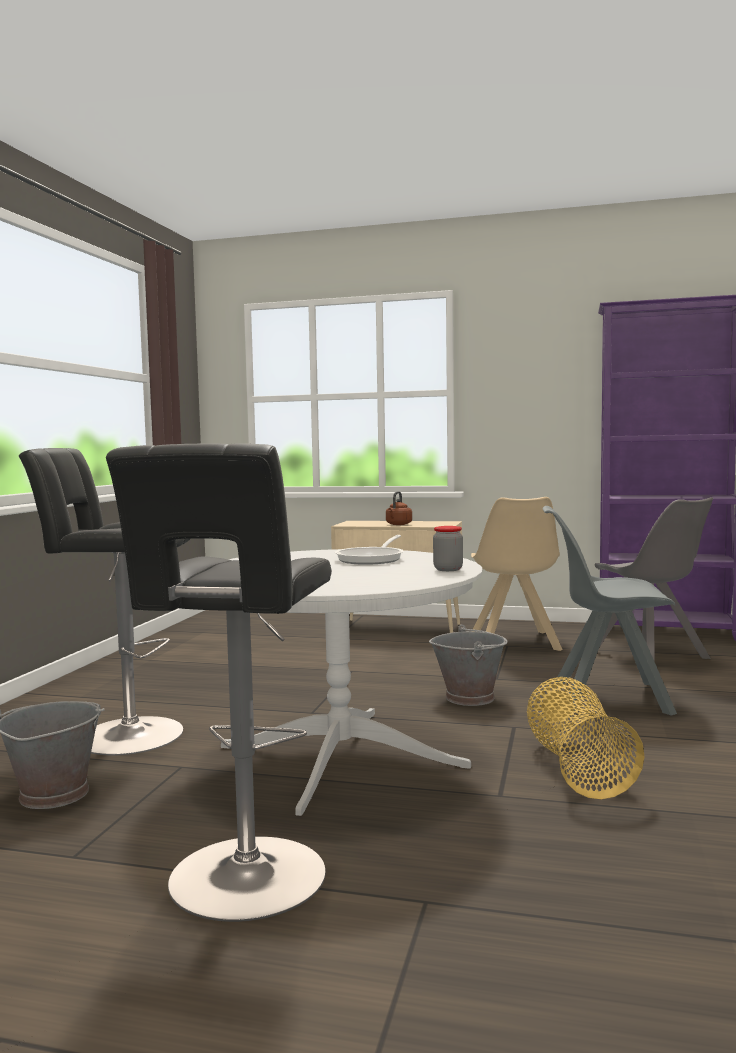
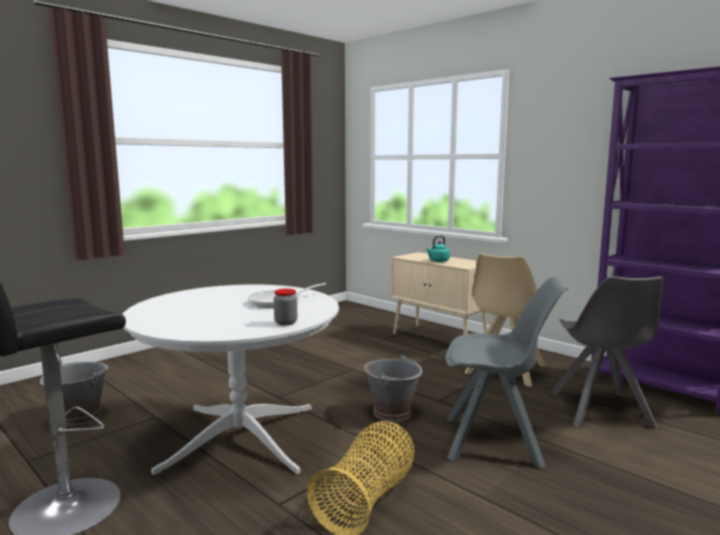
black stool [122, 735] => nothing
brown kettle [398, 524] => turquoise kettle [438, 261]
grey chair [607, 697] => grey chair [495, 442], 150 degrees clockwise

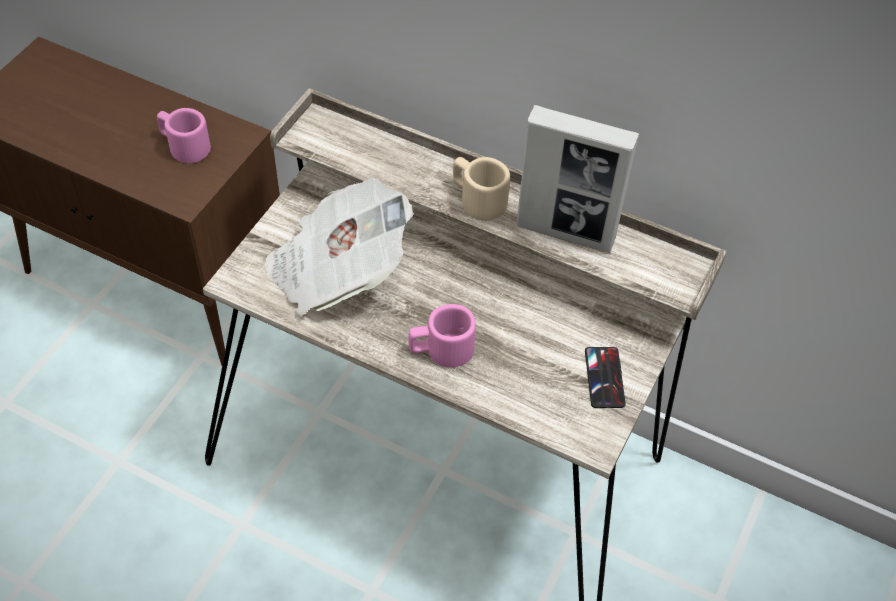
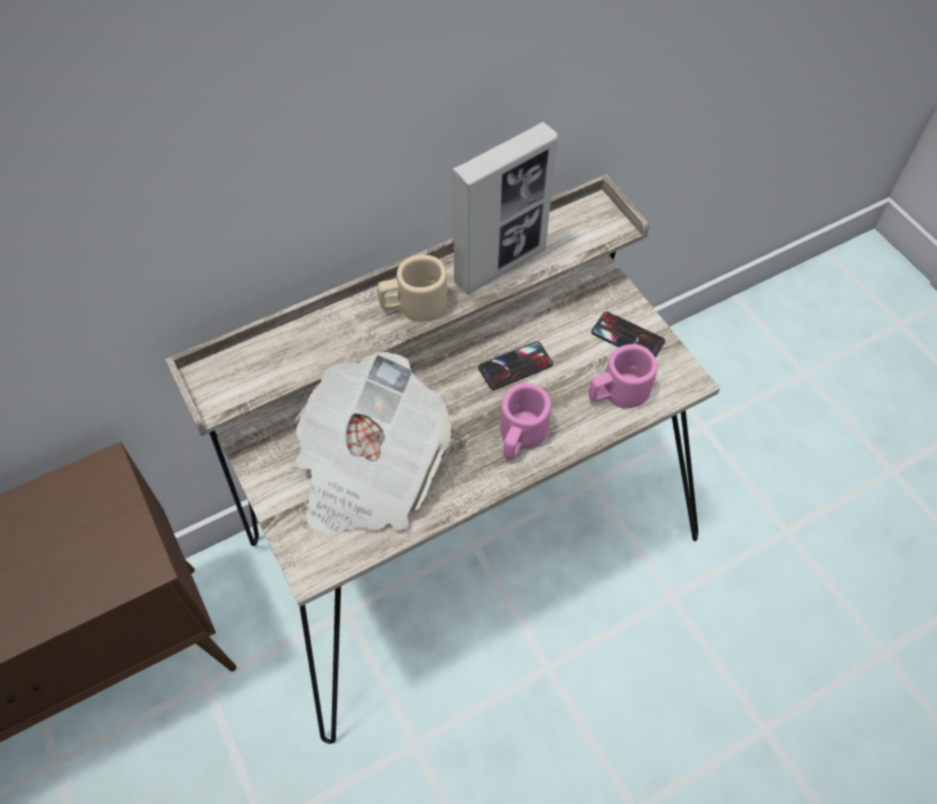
pink mug [184, 146] => pink mug [617, 392], move
nothing => phone [515, 366]

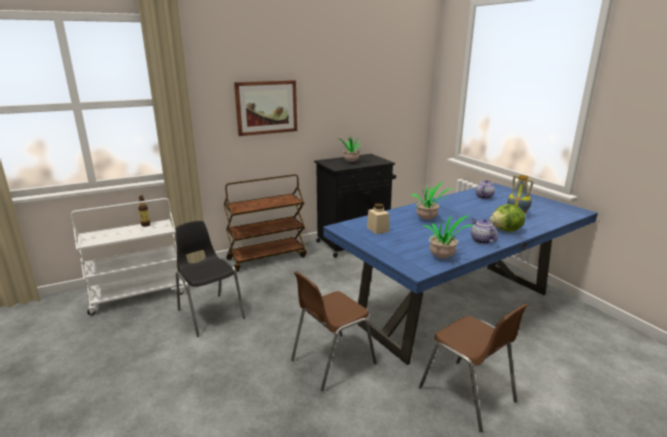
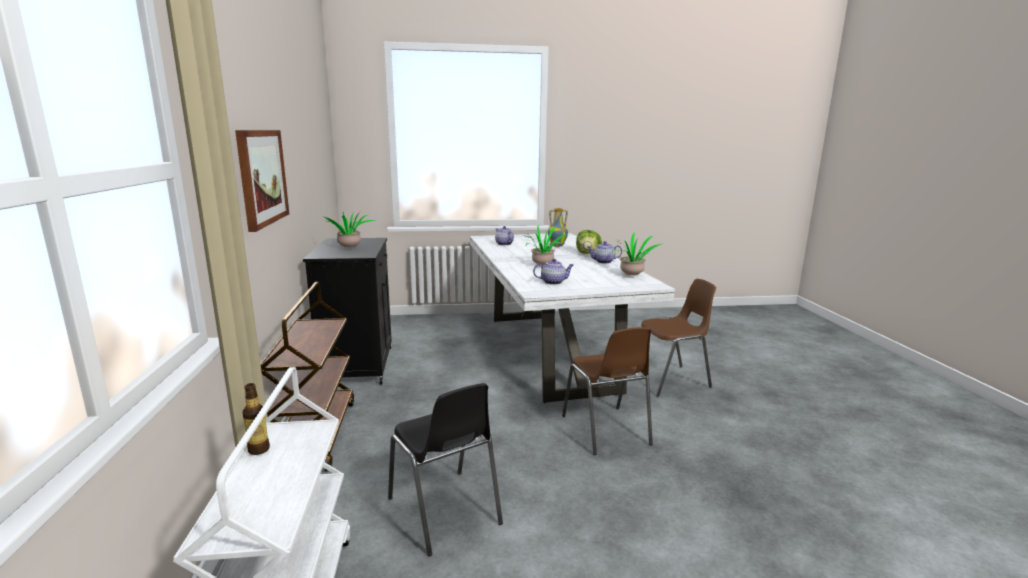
black chair [210, 314] => black chair [445, 511], 105 degrees counterclockwise
blue dining table [455, 309] => white dining table [550, 352]
beige jar [377, 229] => teapot [553, 282]

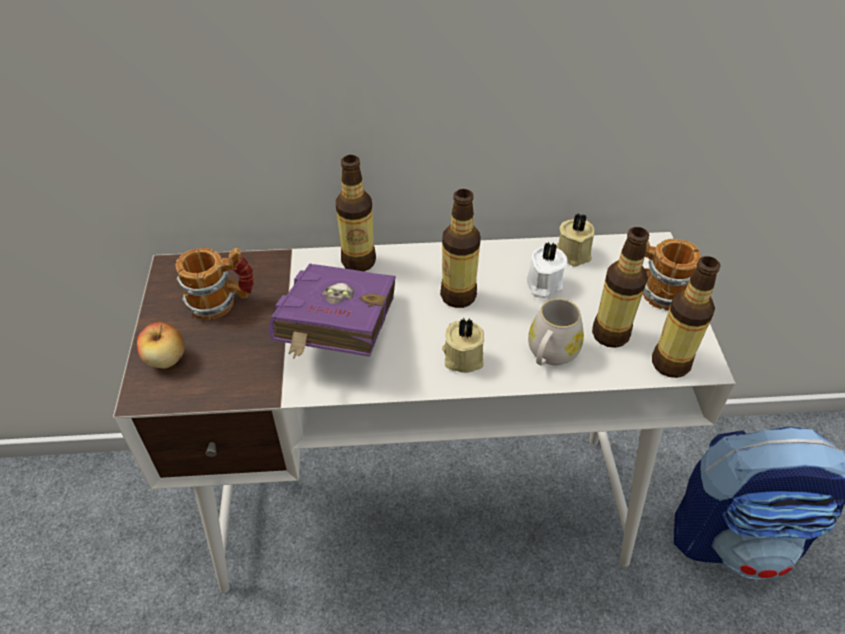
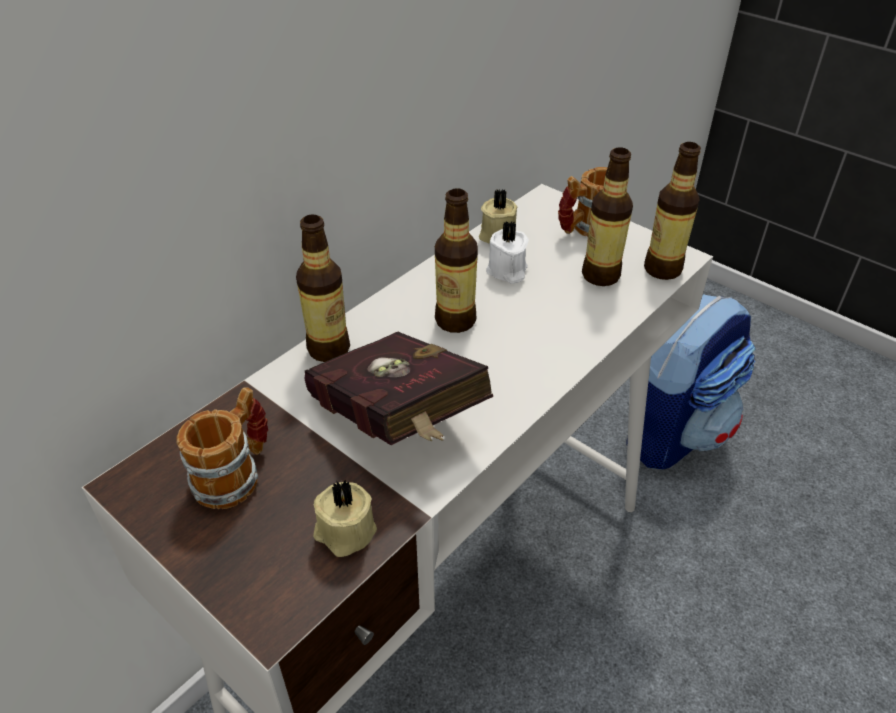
apple [166, 359] => nothing
purple book [336, 337] => red book [399, 423]
beige candle [462, 357] => beige candle [344, 532], move
white mug [550, 354] => nothing

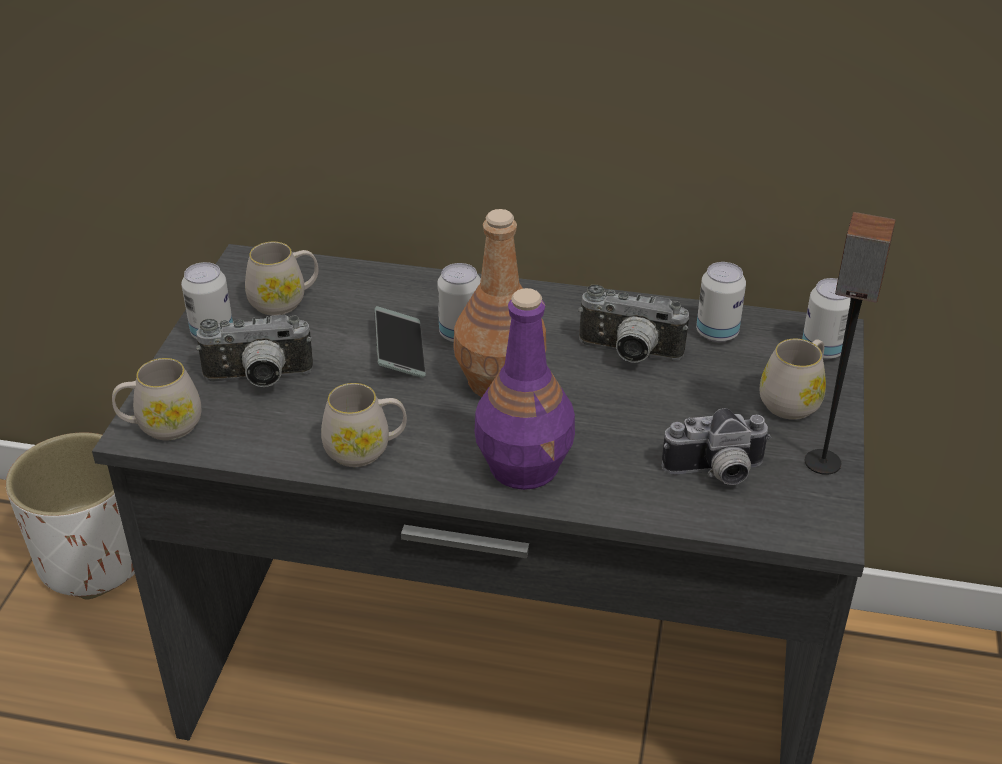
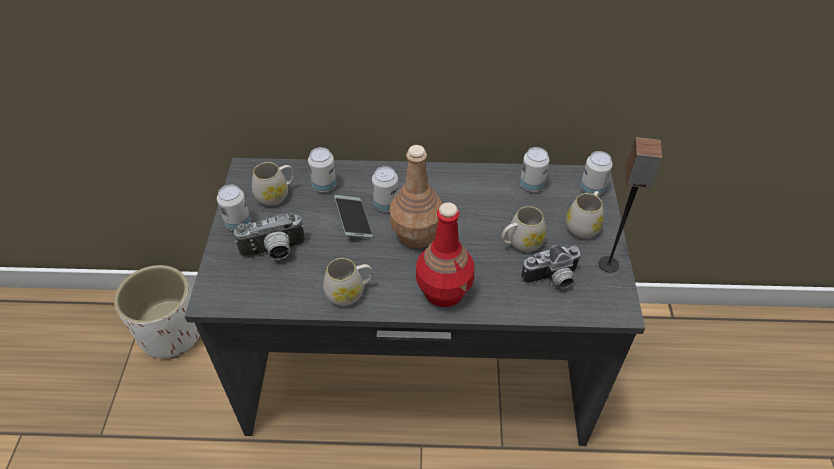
white mug [161, 426] => white mug [520, 243], move
purple bottle [525, 466] => red bottle [444, 290]
photo camera [628, 355] => nothing
nothing => can [324, 185]

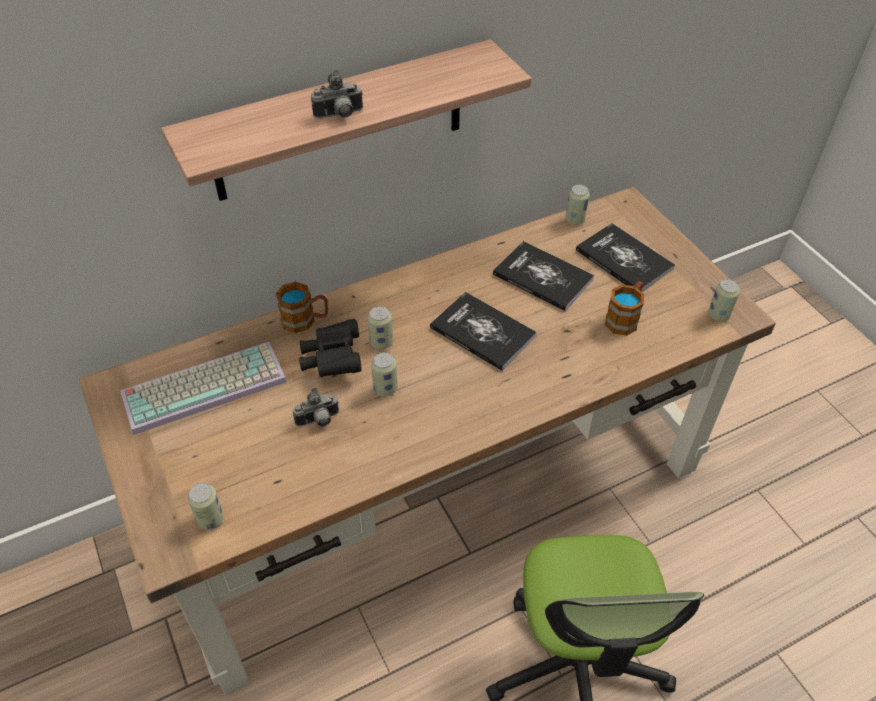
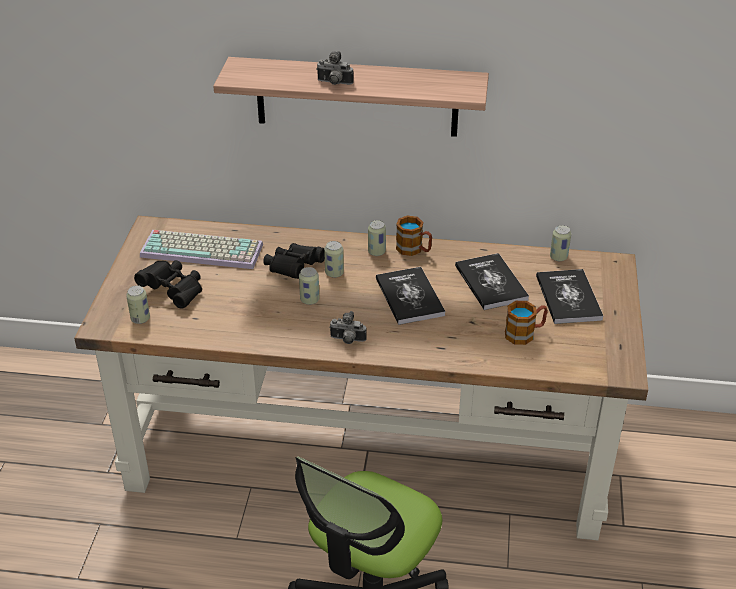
mug [305, 320] => mug [414, 250], move
photo camera [318, 421] => photo camera [347, 340], move
can [718, 315] => can [376, 252], move
nothing => black binoculars [174, 291]

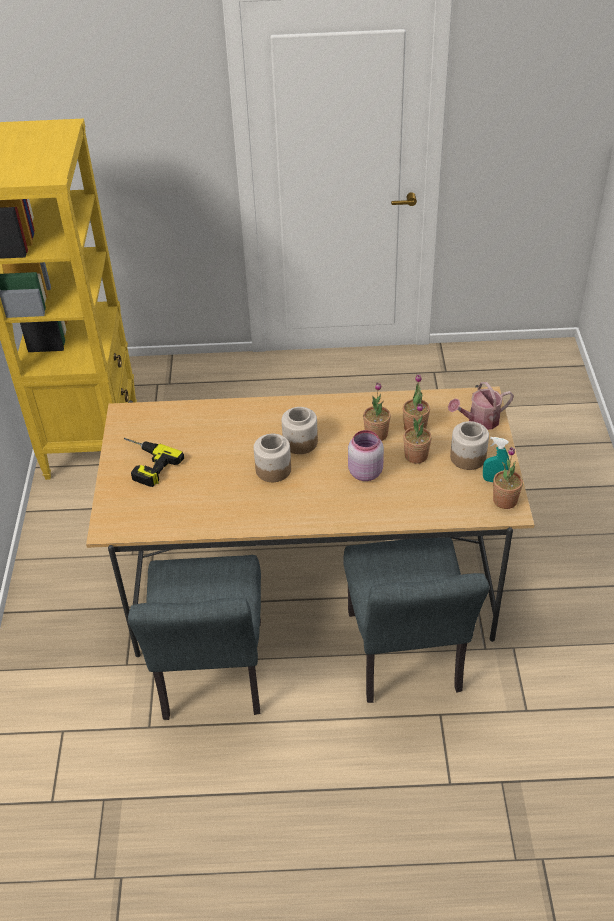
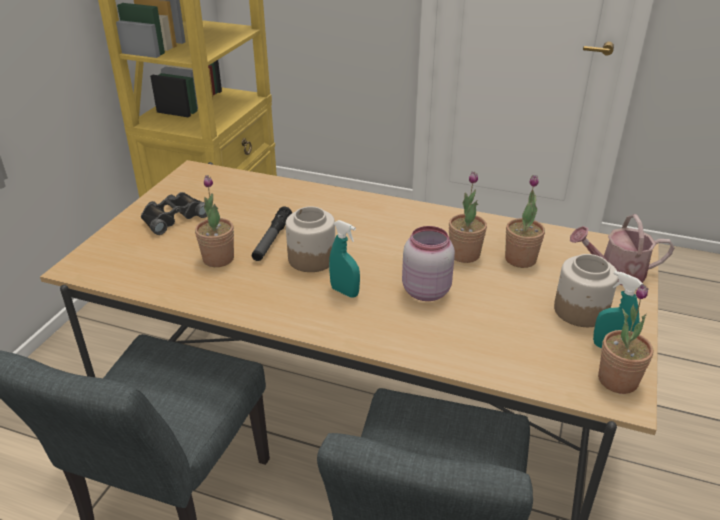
power drill [144, 464] => black binoculars [173, 217]
jar [299, 442] => nothing
potted plant [416, 456] => potted plant [218, 259], move
nothing => flashlight [272, 239]
nothing => turquoise spray bottle [344, 292]

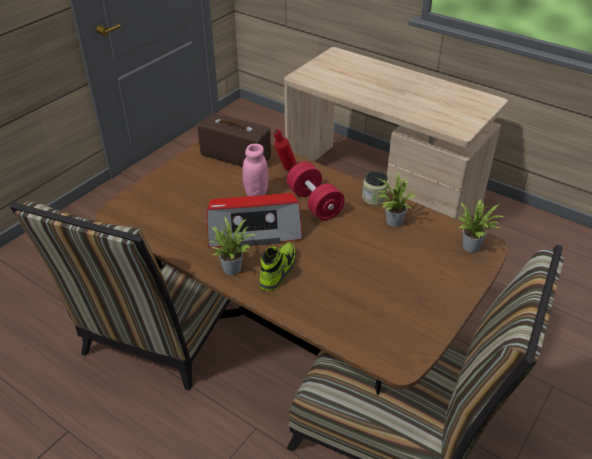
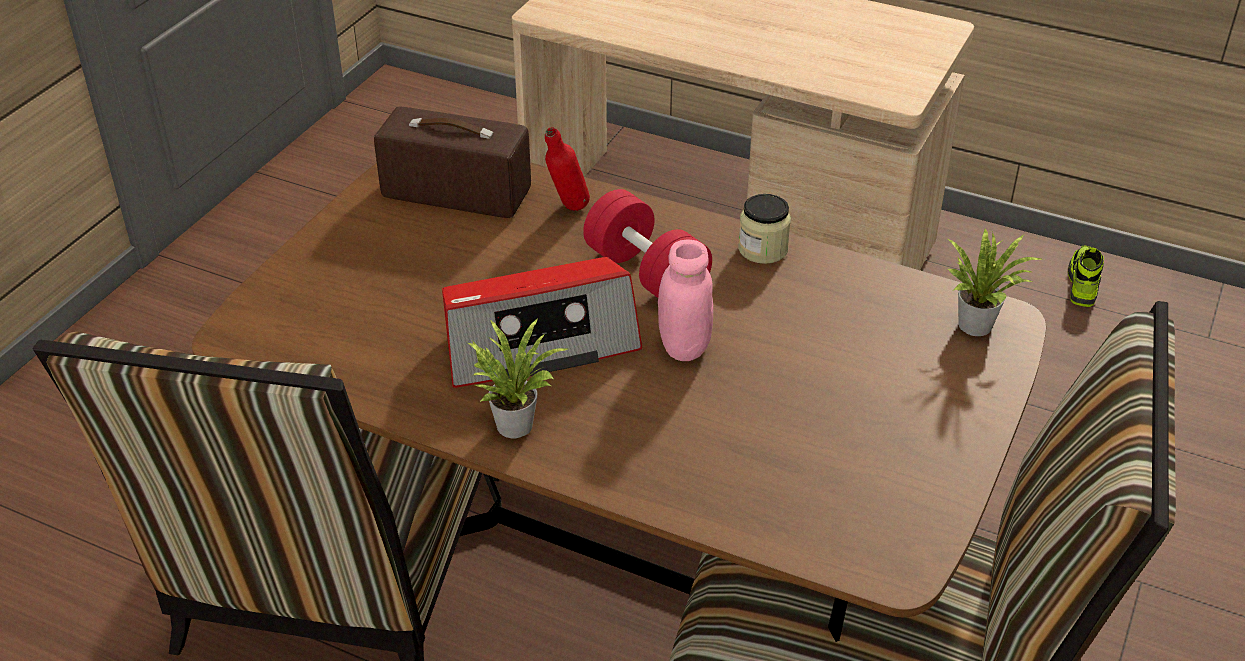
pink jar [256, 193] => pink jar [684, 347], move
shoe [277, 271] => shoe [1082, 283], move
potted plant [392, 222] => nothing

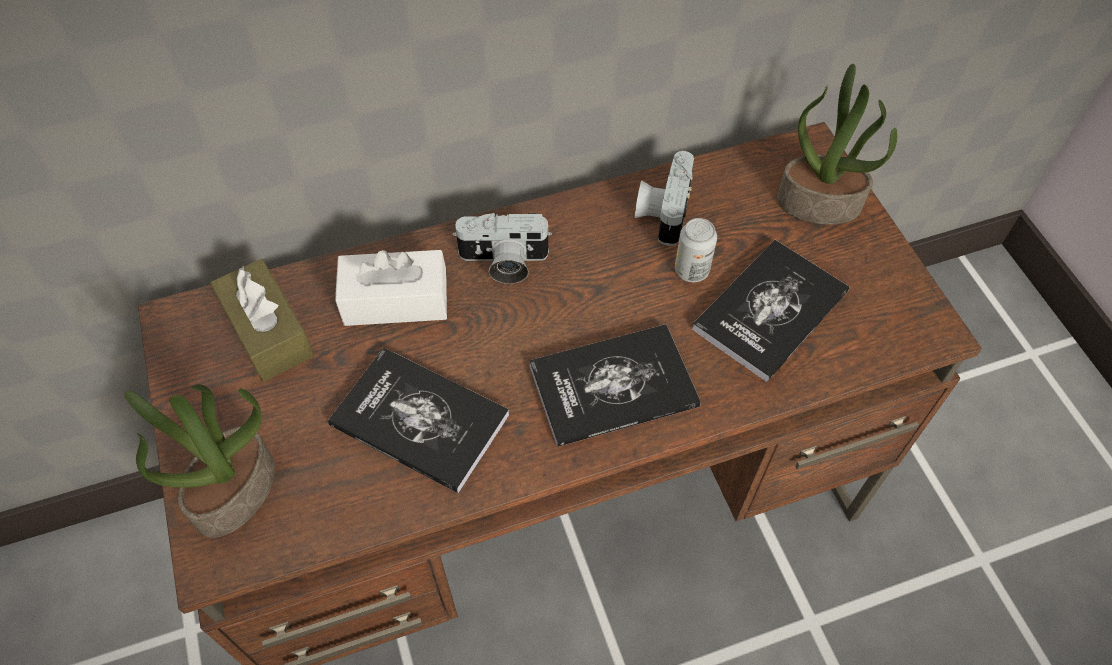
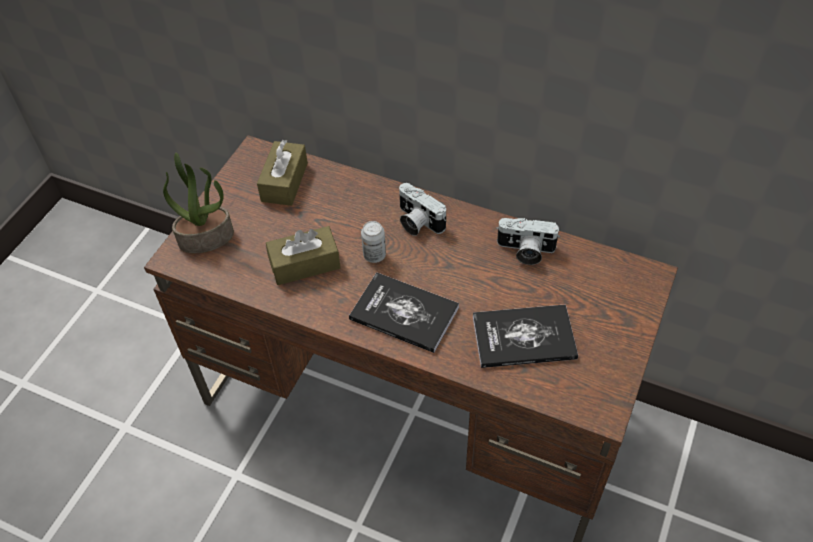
book [419, 420] => brown tissue box [305, 264]
white tissue box [395, 300] => nothing
photo camera [662, 210] => photo camera [525, 251], 135 degrees counterclockwise
can [691, 270] => can [374, 255], move
potted plant [819, 202] => nothing

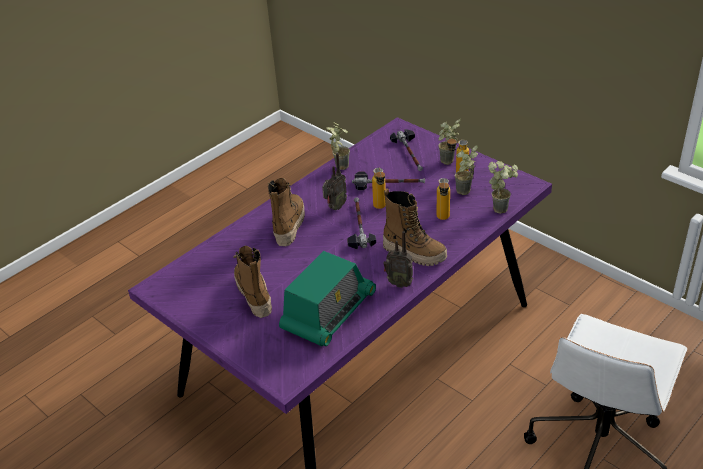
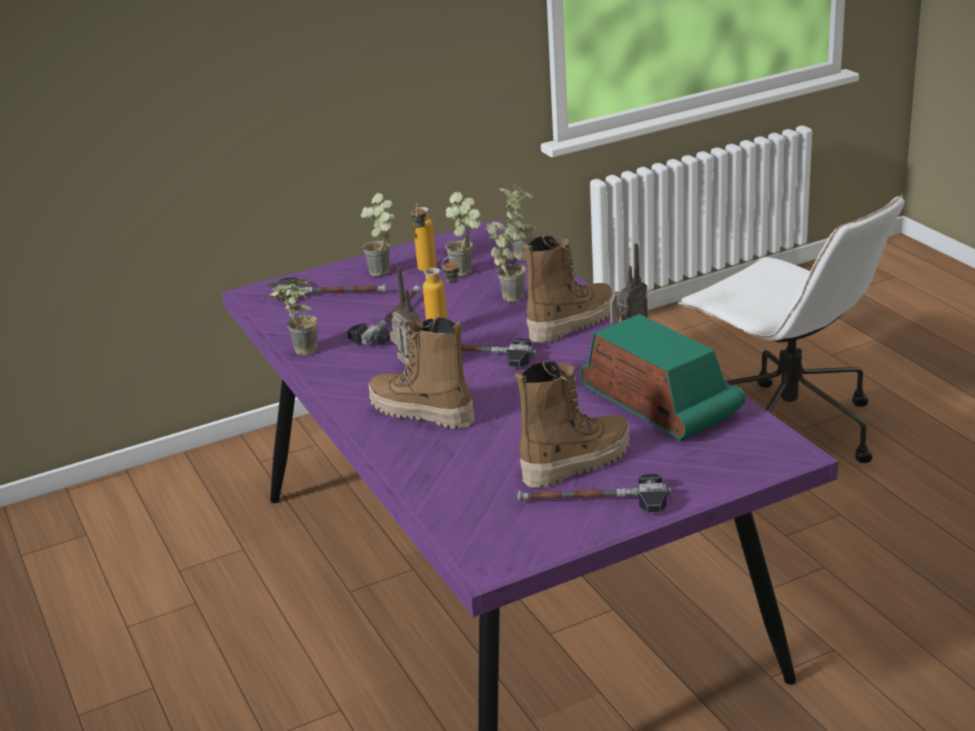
boot [253, 295] => boot [576, 463], 150 degrees clockwise
bottle [443, 219] => potted plant [513, 294]
nothing => hammer [593, 502]

